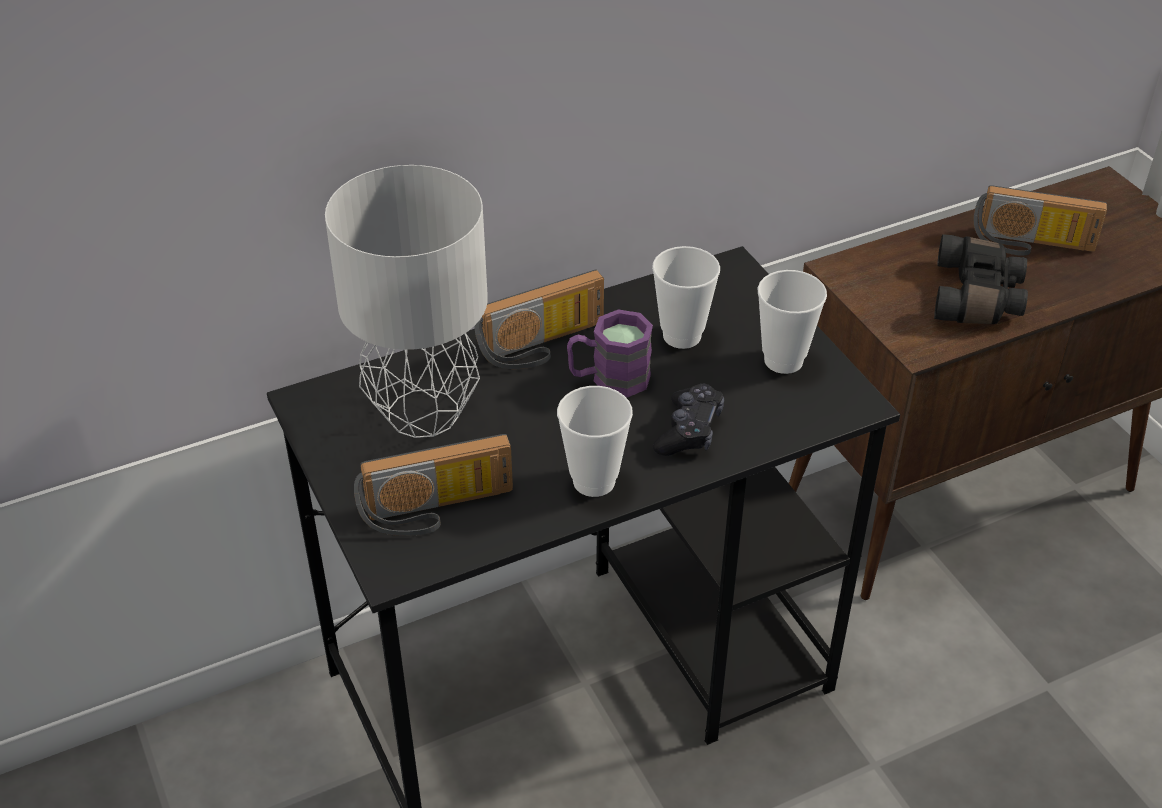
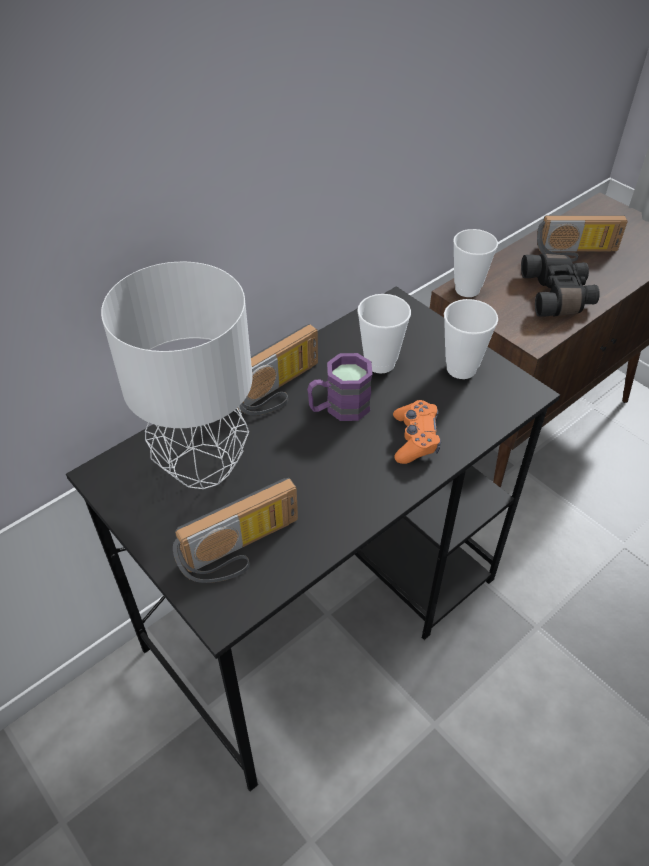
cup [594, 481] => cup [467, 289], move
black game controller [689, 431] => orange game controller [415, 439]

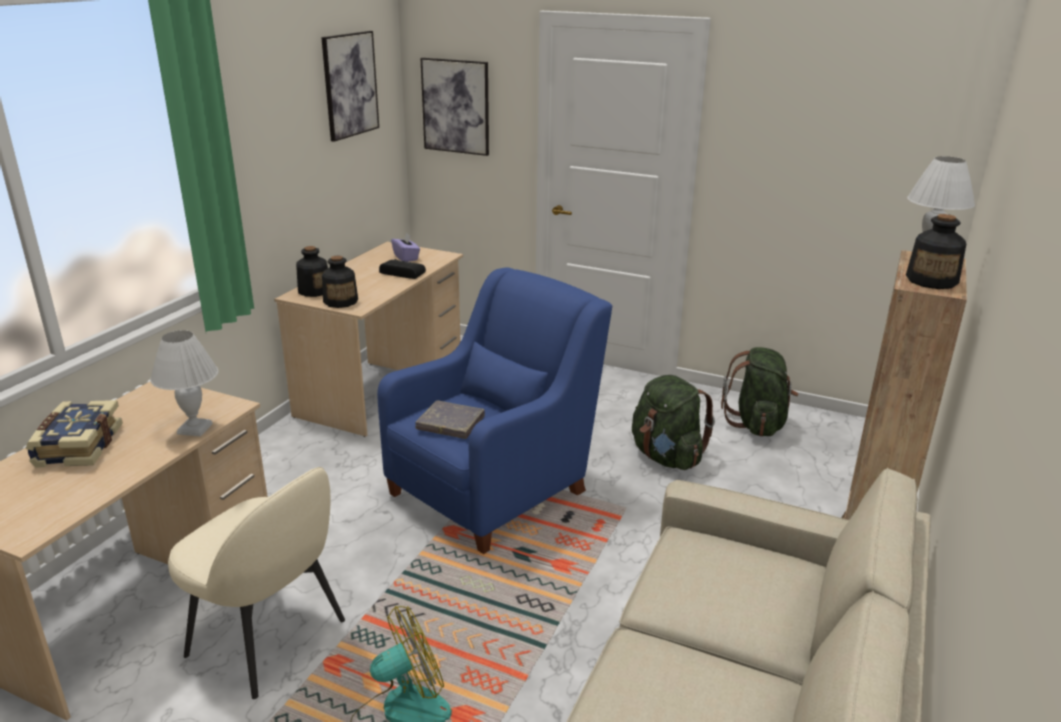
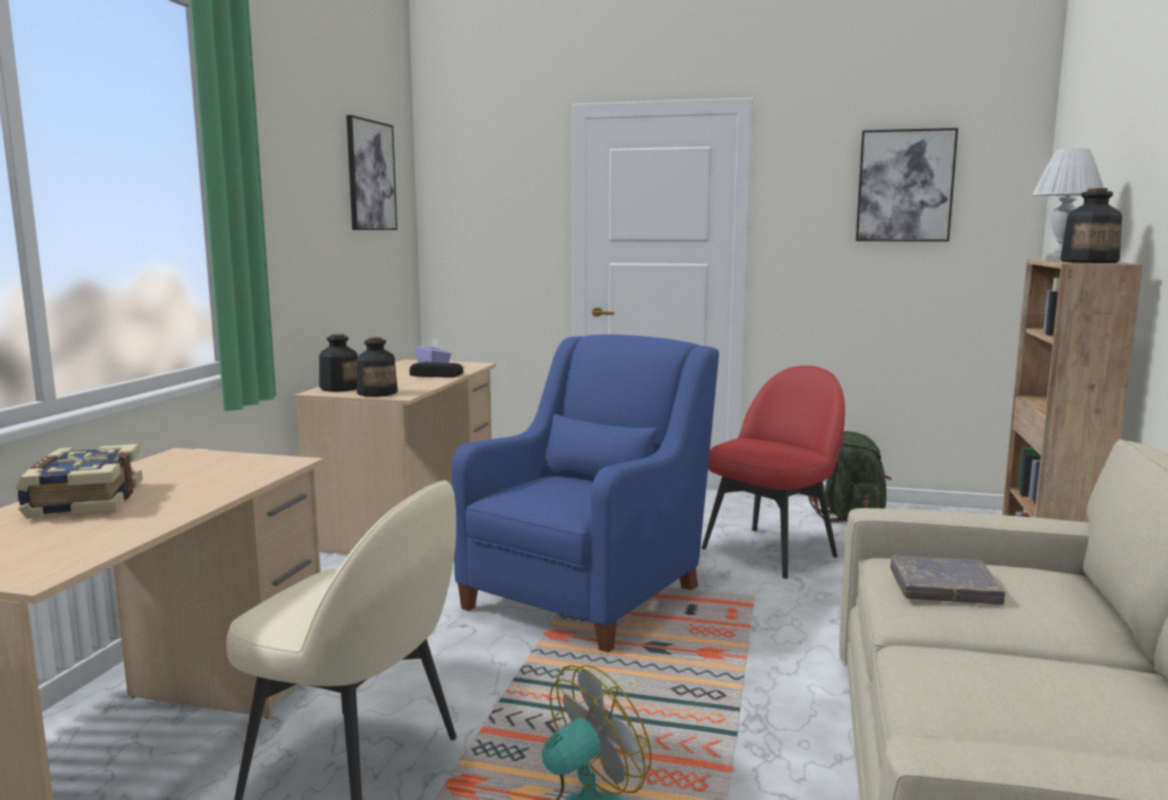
white table lamp [196, 428] => nothing
grey book [450, 423] => grey book [943, 587], move
picture [456, 106] => picture [905, 186], move
green backpack [666, 457] => red chair [771, 551]

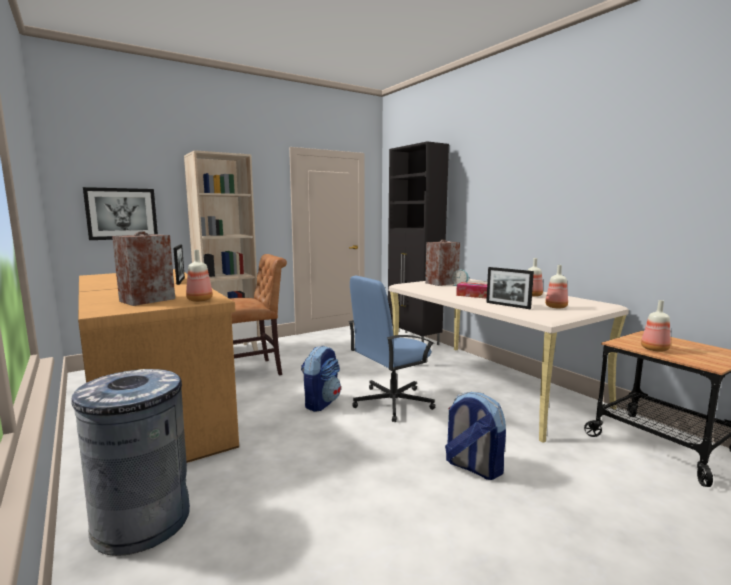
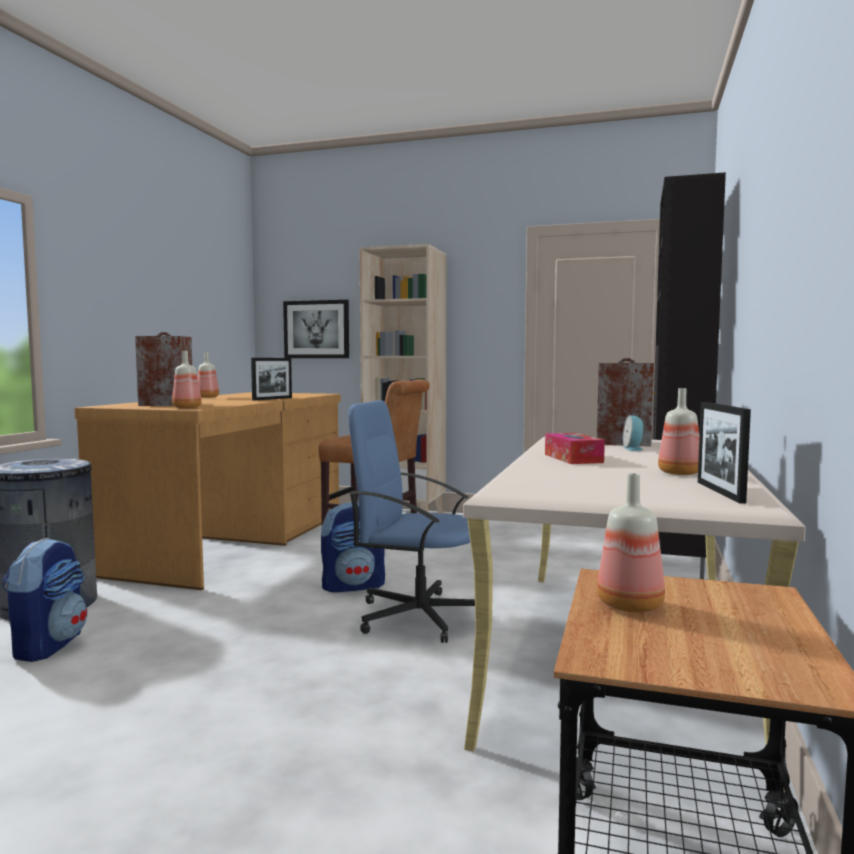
backpack [472, 467] => backpack [48, 645], move
picture frame [507, 305] => picture frame [719, 492], move
bottle [555, 307] => bottle [208, 397], move

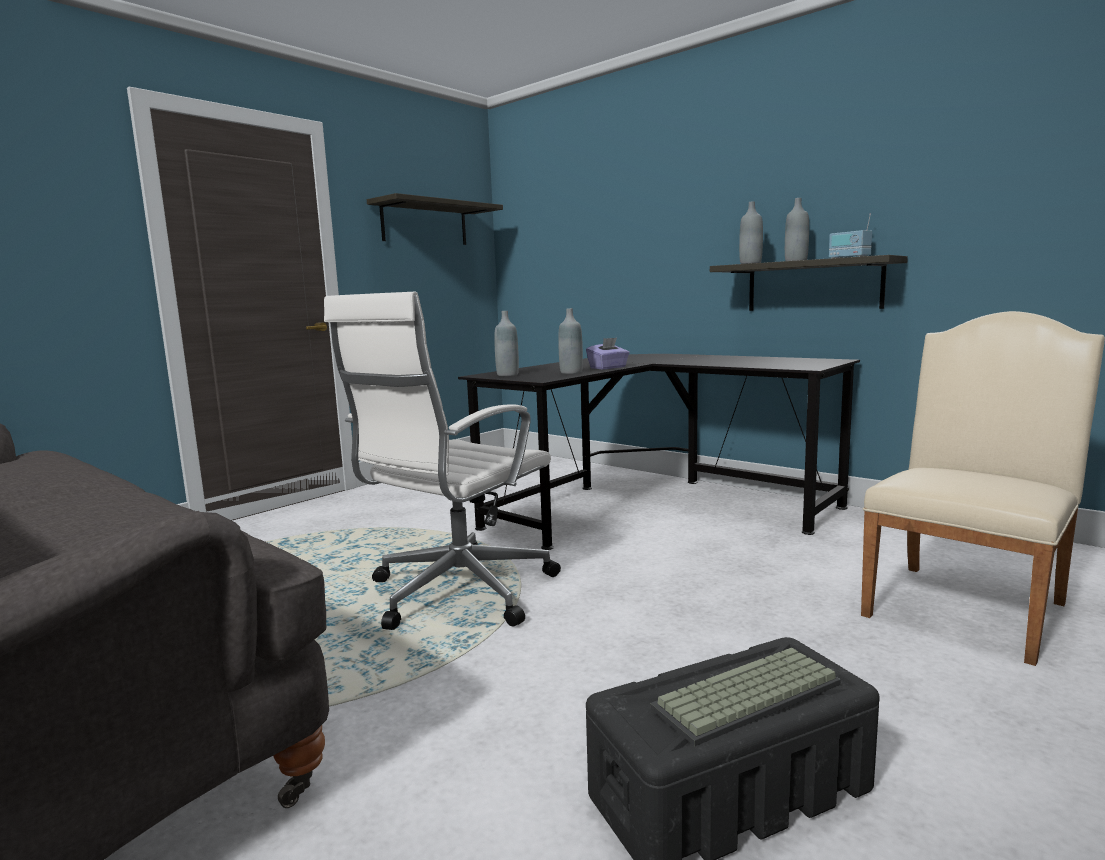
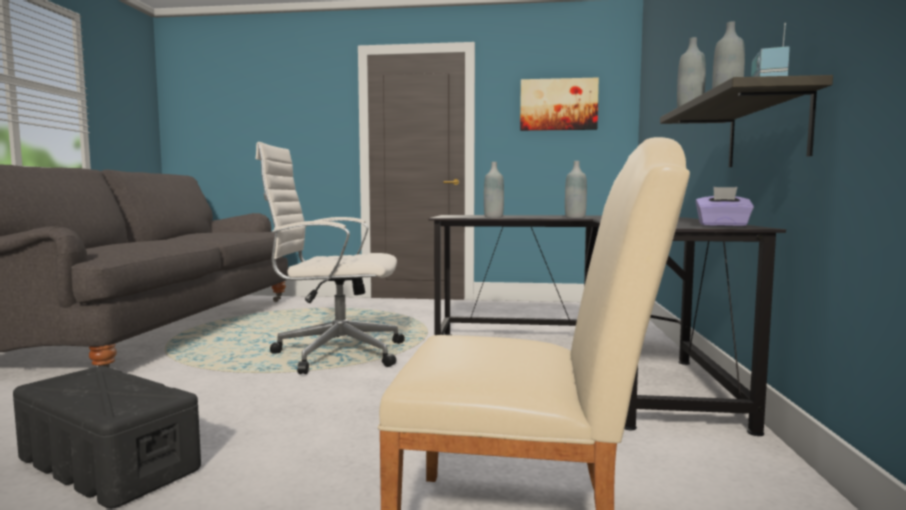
shelf [424, 224] => picture [558, 104]
grey bottle [507, 375] => grey bottle [575, 217], move
purple tissue box [608, 368] => purple tissue box [722, 225], move
keyboard [748, 698] => nothing

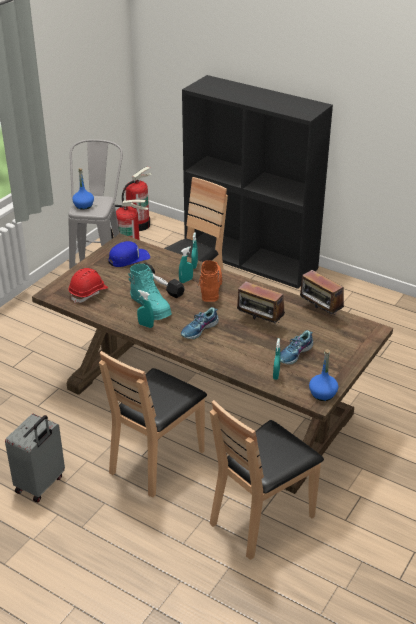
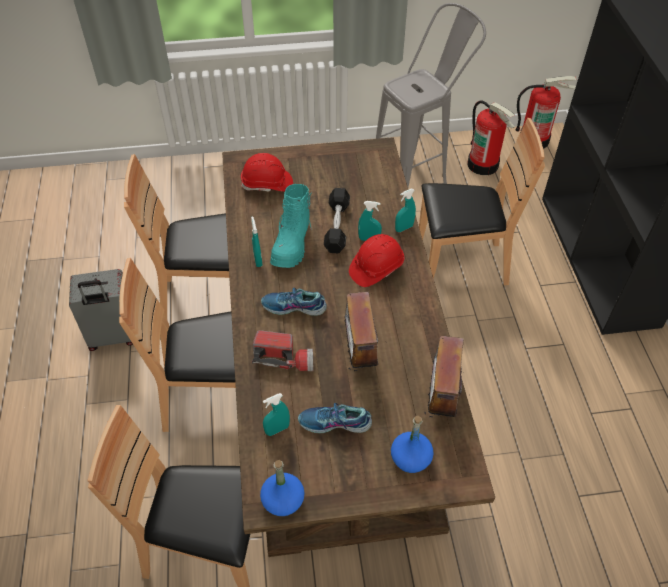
blue bottle [83, 205] => blue bottle [411, 458], move
blue cap [129, 258] => nothing
orange boot [210, 289] => red hard hat [376, 268]
nothing => brown chair [209, 298]
nothing => flashlight [284, 359]

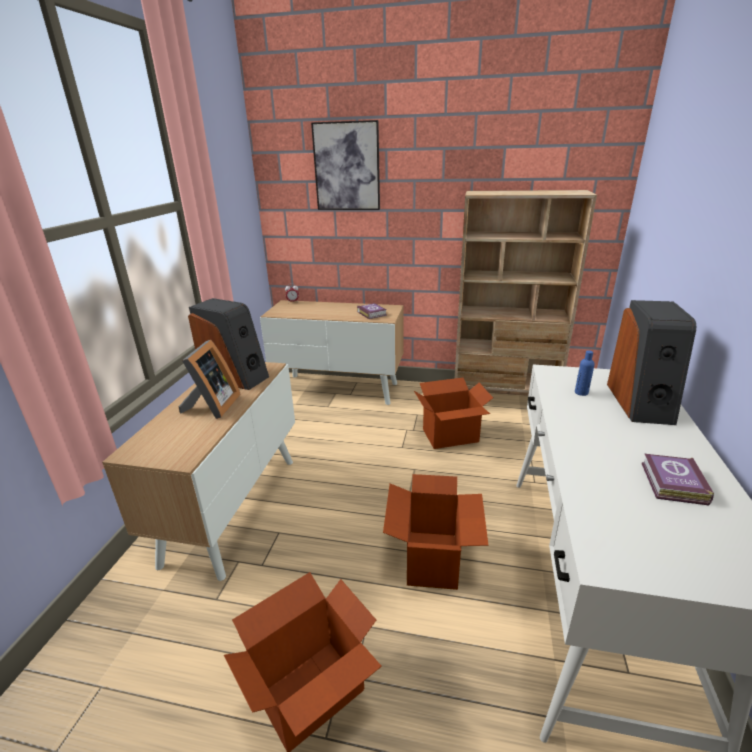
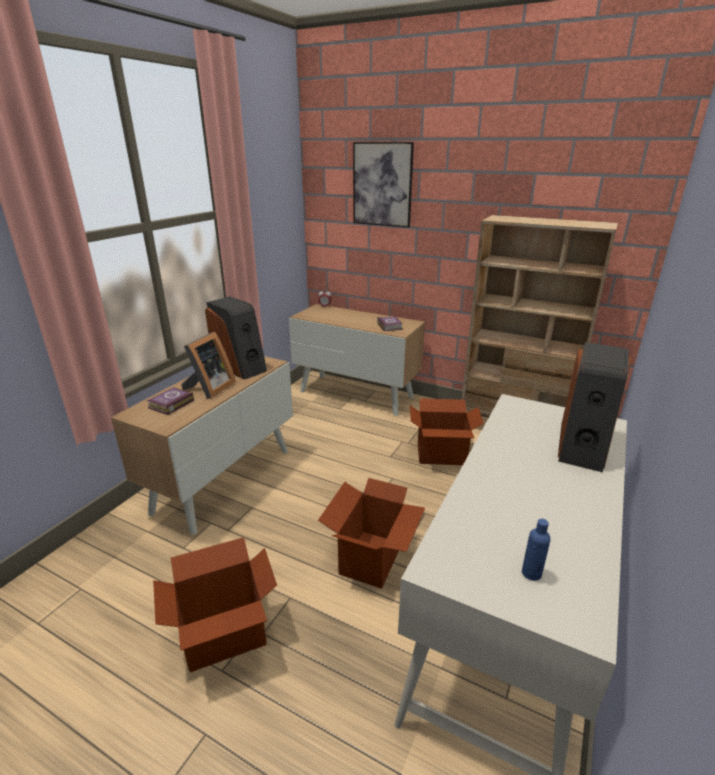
blue bottle [581, 392] => blue bottle [531, 573], move
book [672, 484] => book [170, 404], move

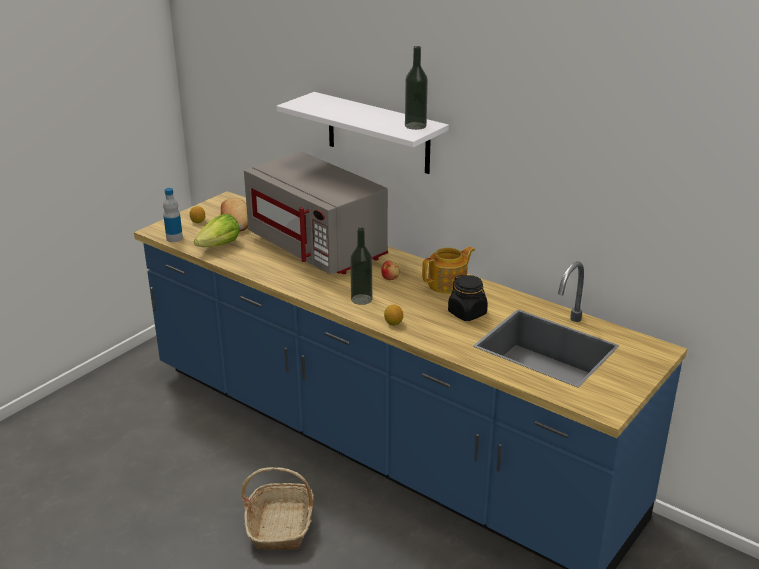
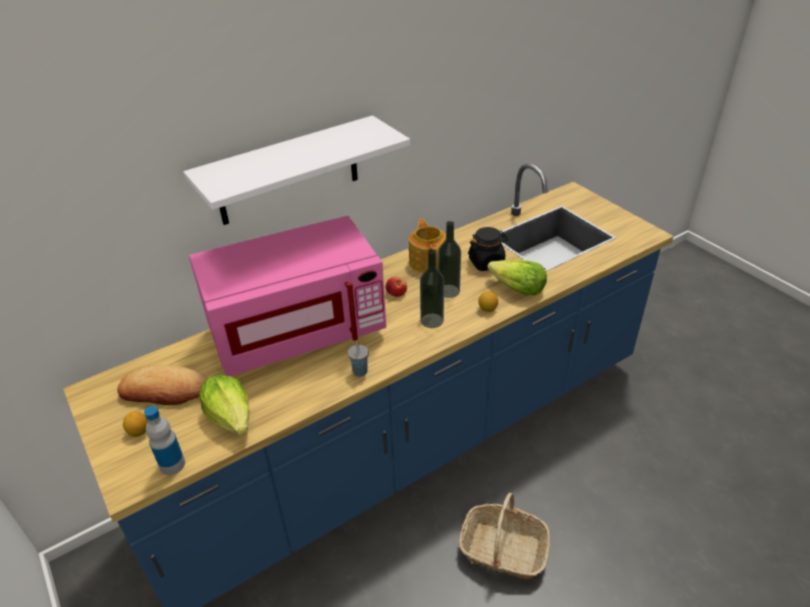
grey microwave [318, 248] => pink microwave [297, 331]
bottle [415, 126] => bottle [448, 291], move
nothing => grey cup [360, 372]
nothing => lettuce [517, 289]

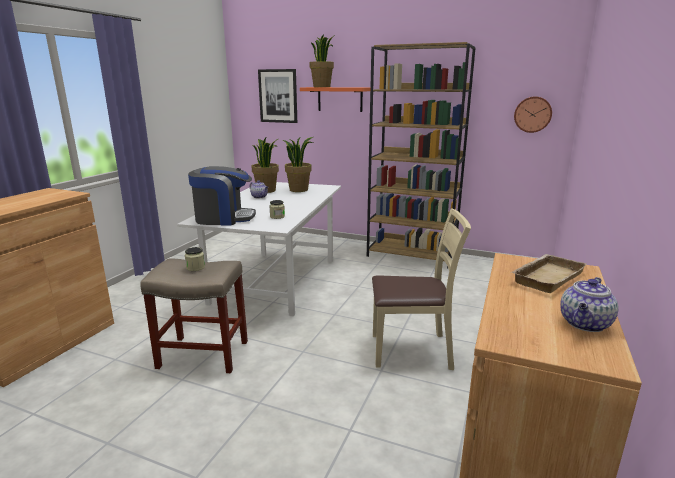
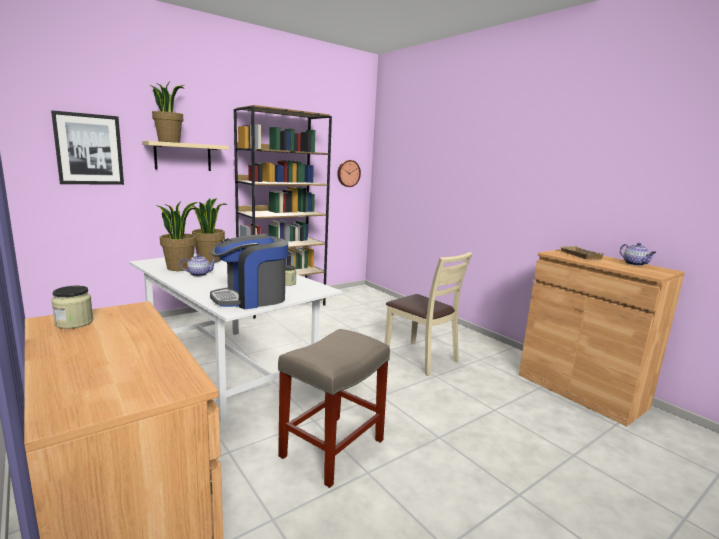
jar [195, 267] => jar [74, 323], move
coffee machine [224, 218] => coffee machine [251, 298], 150 degrees counterclockwise
orange shelf [340, 99] => beige shelf [183, 156]
beige chair [412, 351] => beige chair [421, 358], 105 degrees clockwise

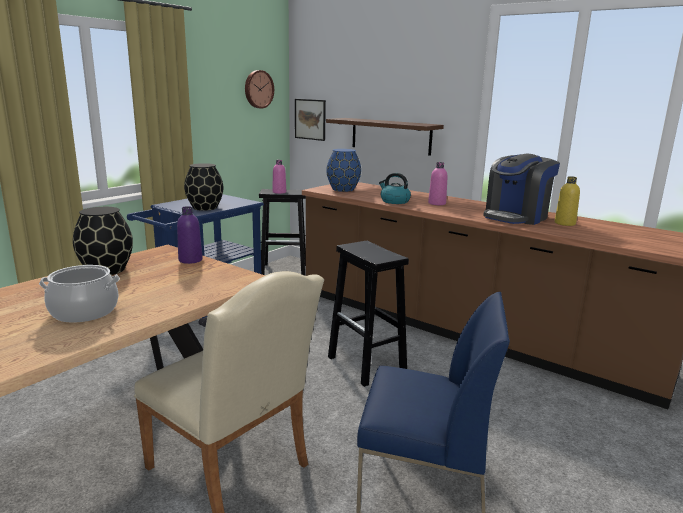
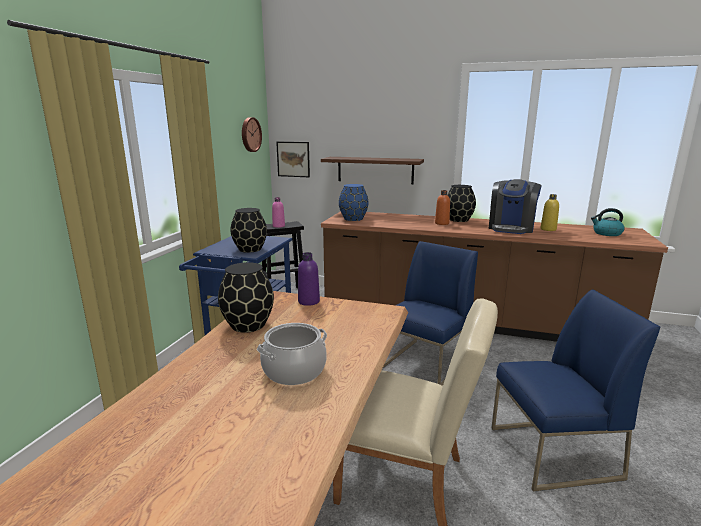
black stool [367, 365] => blue chair [426, 363]
kettle [394, 201] => kettle [606, 233], move
pink bottle [437, 203] => orange bottle [442, 223]
nothing => black vase [459, 220]

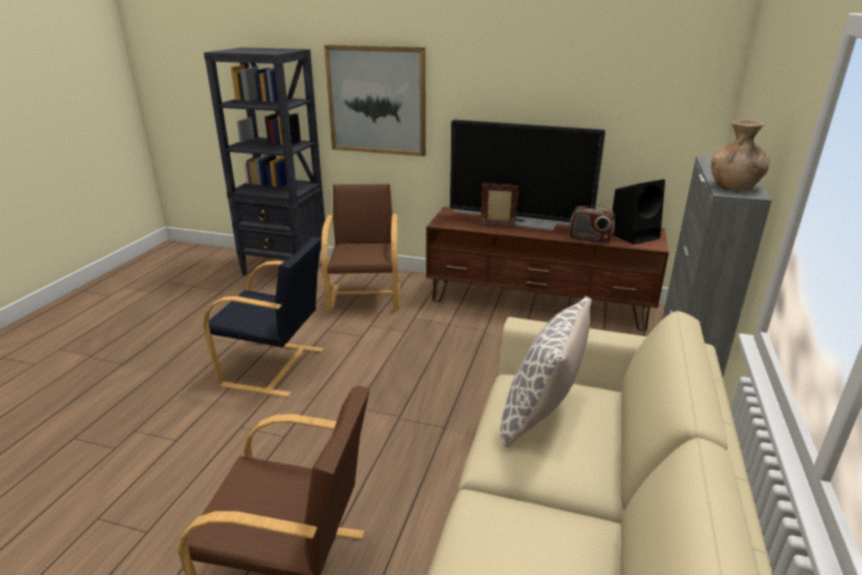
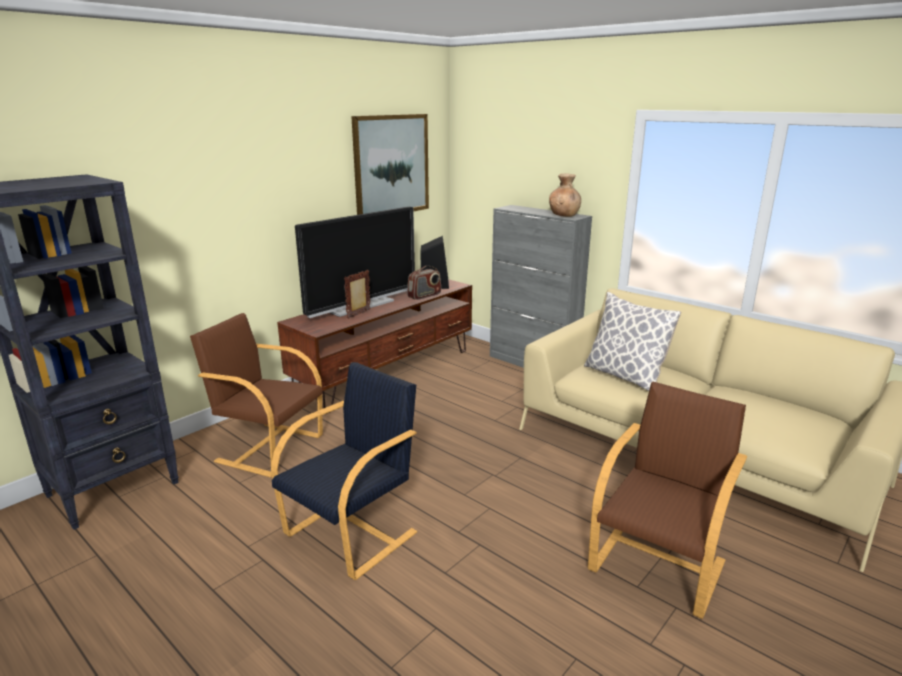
picture [376, 100] => picture [391, 165], move

